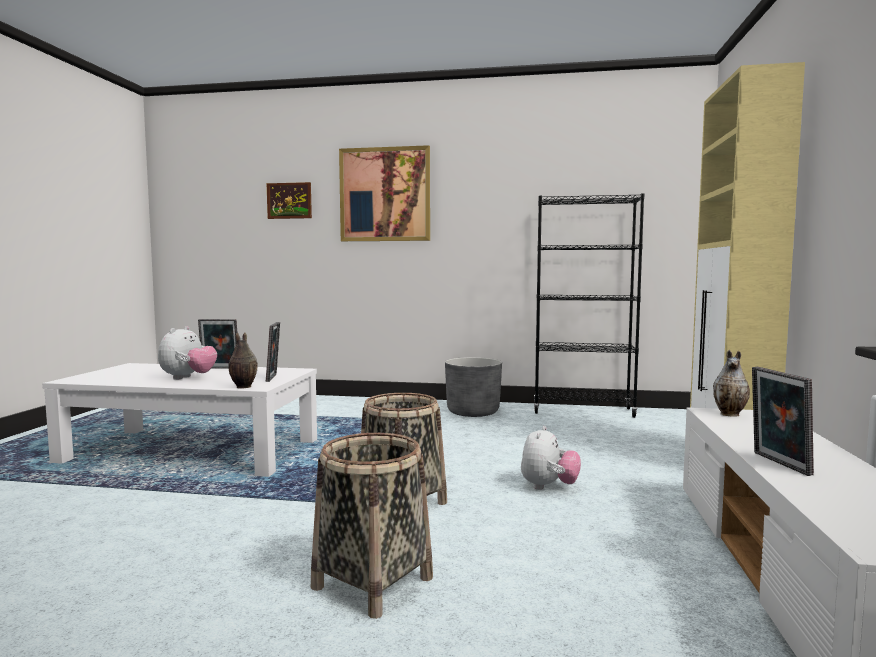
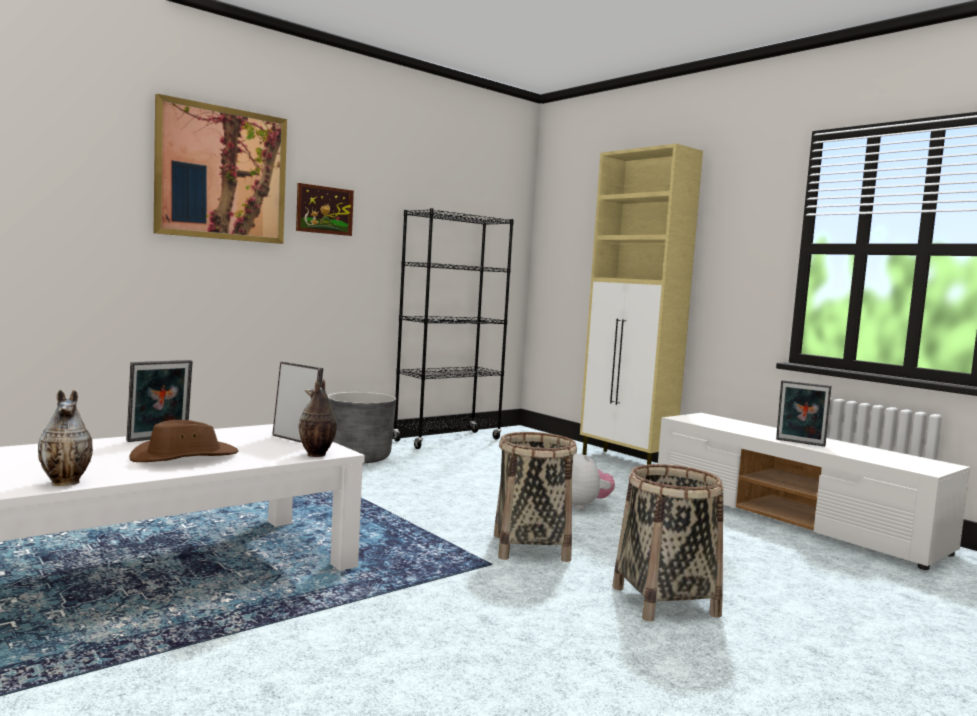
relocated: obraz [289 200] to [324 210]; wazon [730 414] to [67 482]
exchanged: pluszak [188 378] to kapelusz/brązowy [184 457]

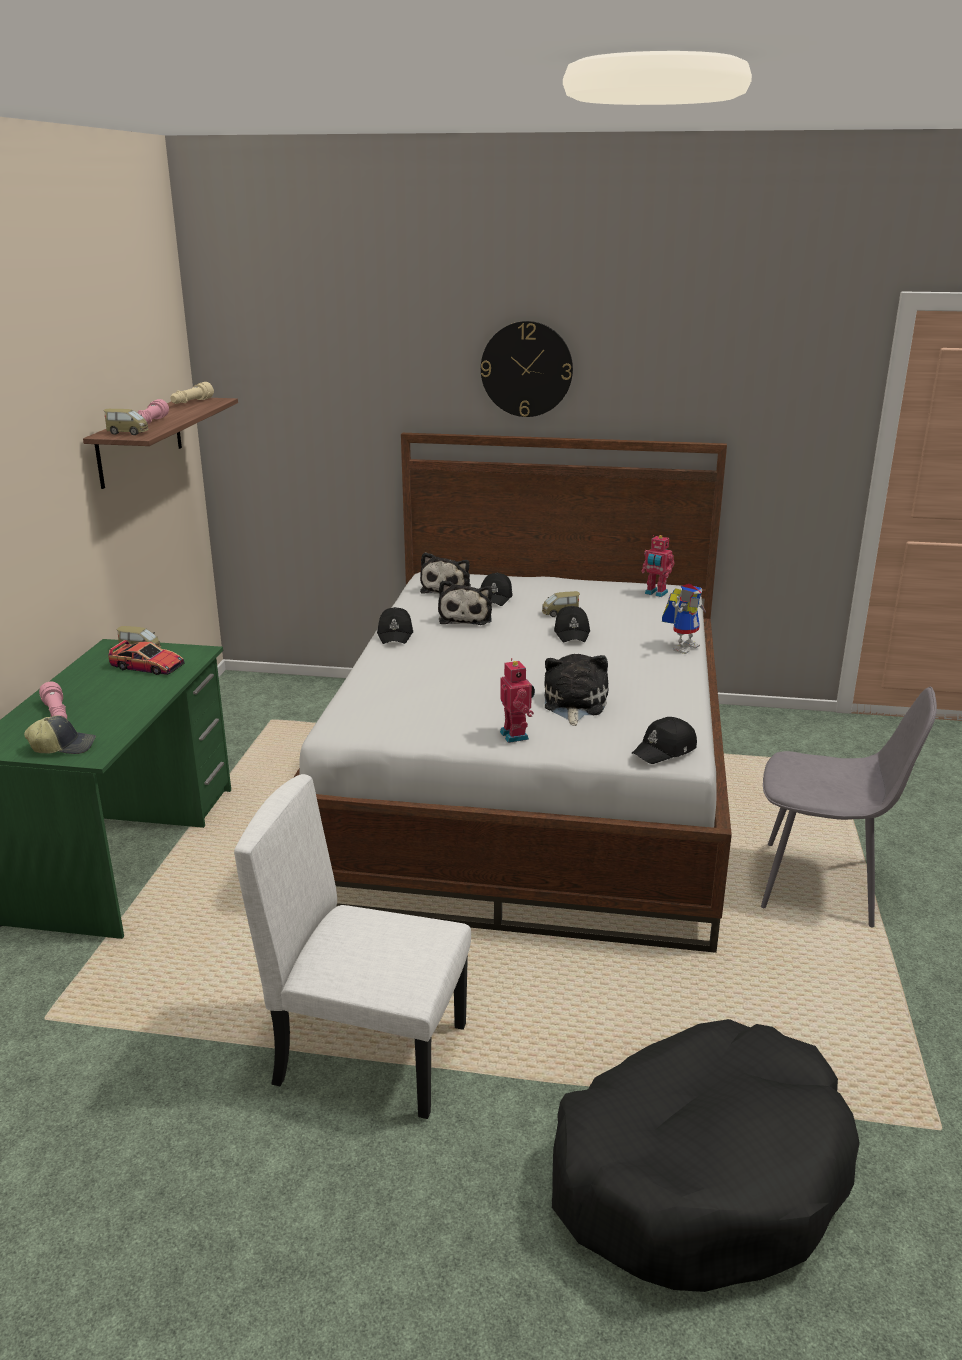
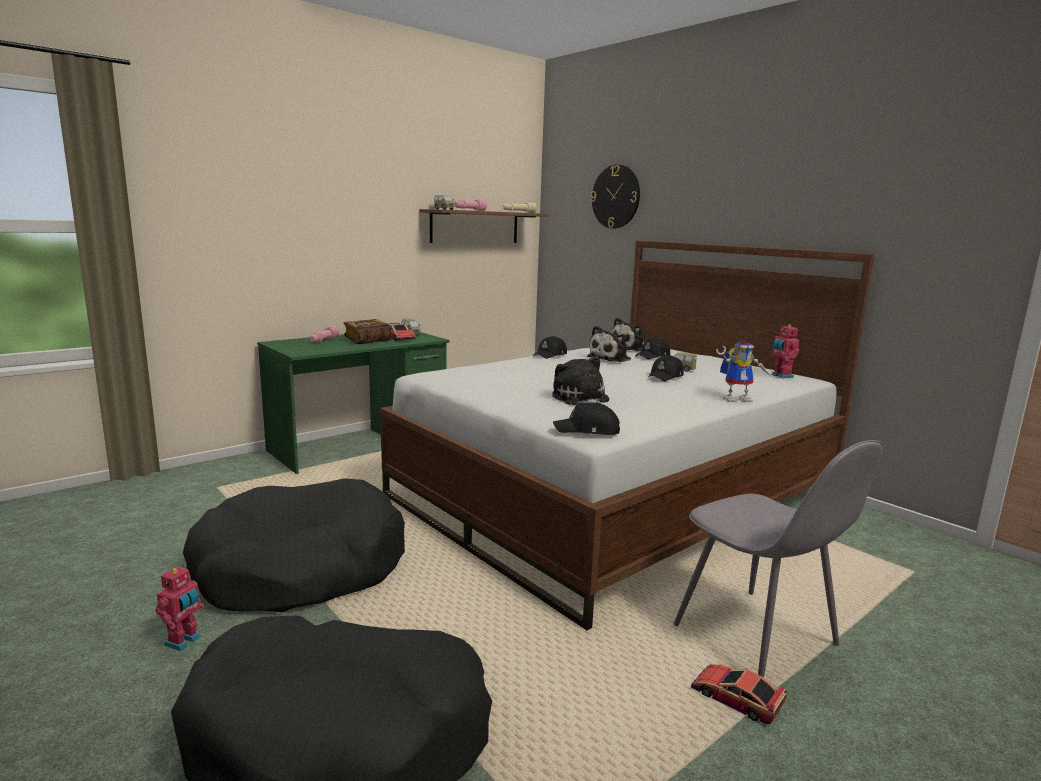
missing: czapka z daszkiem [63 746]
appeared: książka [367 341]; samochodzik [736 698]
relocated: zegar ścienny [526 369] to [616 197]; robot zabawkowy [516 735] to [184 641]
exchanged: krzesło/biały [372 1053] to legowisko/czarny [301 567]
spun: pluszak [574 704] = [581 399] 75 degrees counterclockwise

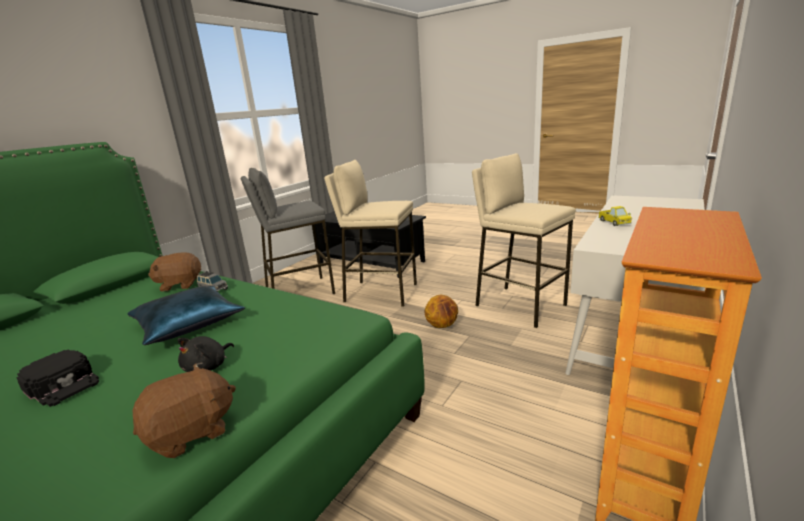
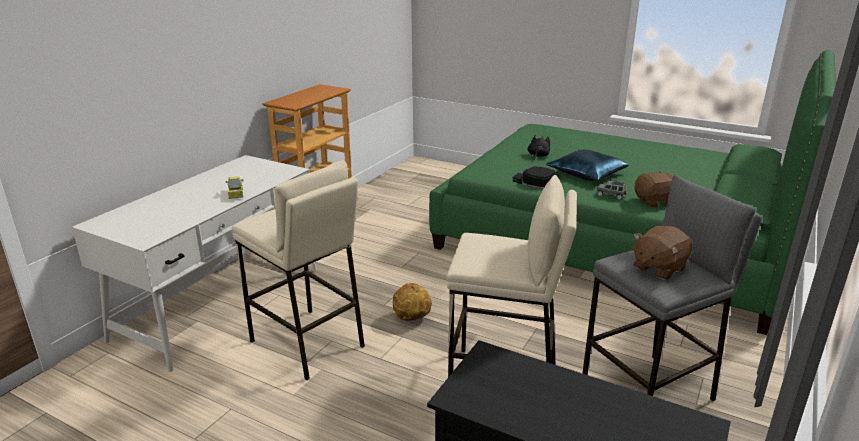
relocated: czapka z daszkiem/czarny [63 383] to [534 181]; pluszak/brązowy [192 432] to [658 268]

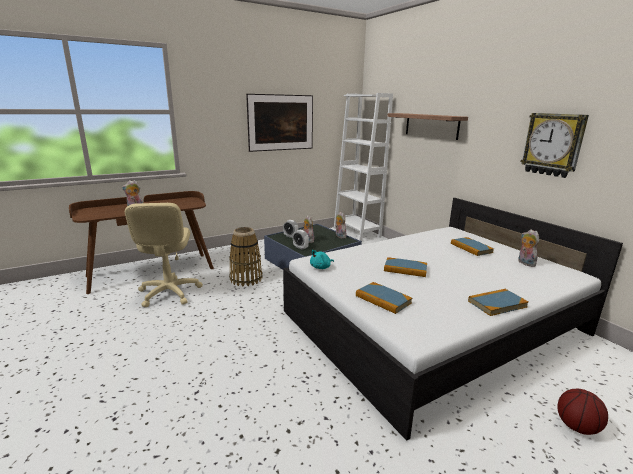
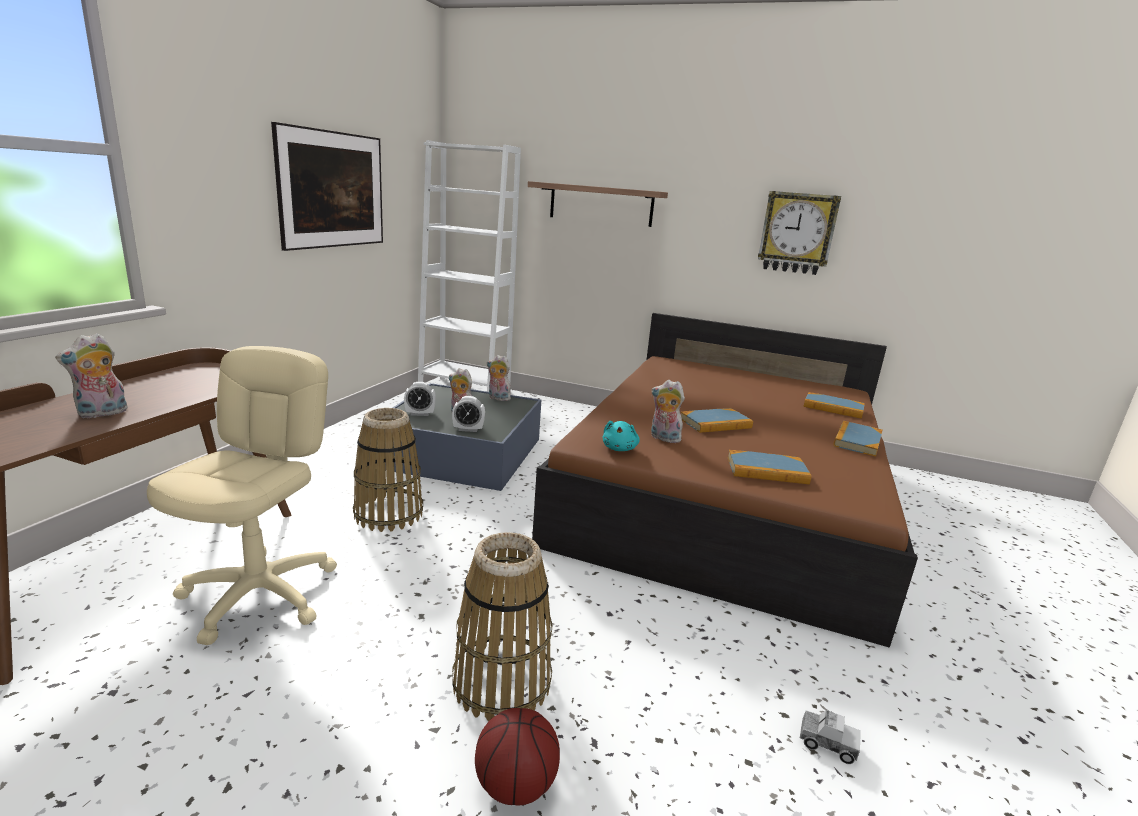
appeared: koszyk [501 682]; ciężarówka zabawkowa [827 743]
relocated: pluszak [525 263] to [663 438]; książka [471 248] to [833 408]; piłka do koszykówki [577 427] to [516 786]
colour: łóżko/biały [432 322] to łóżko/brązowy [724 494]
spun: krzesło biurowe/beżowy [169 293] = [260 594] 120 degrees counterclockwise

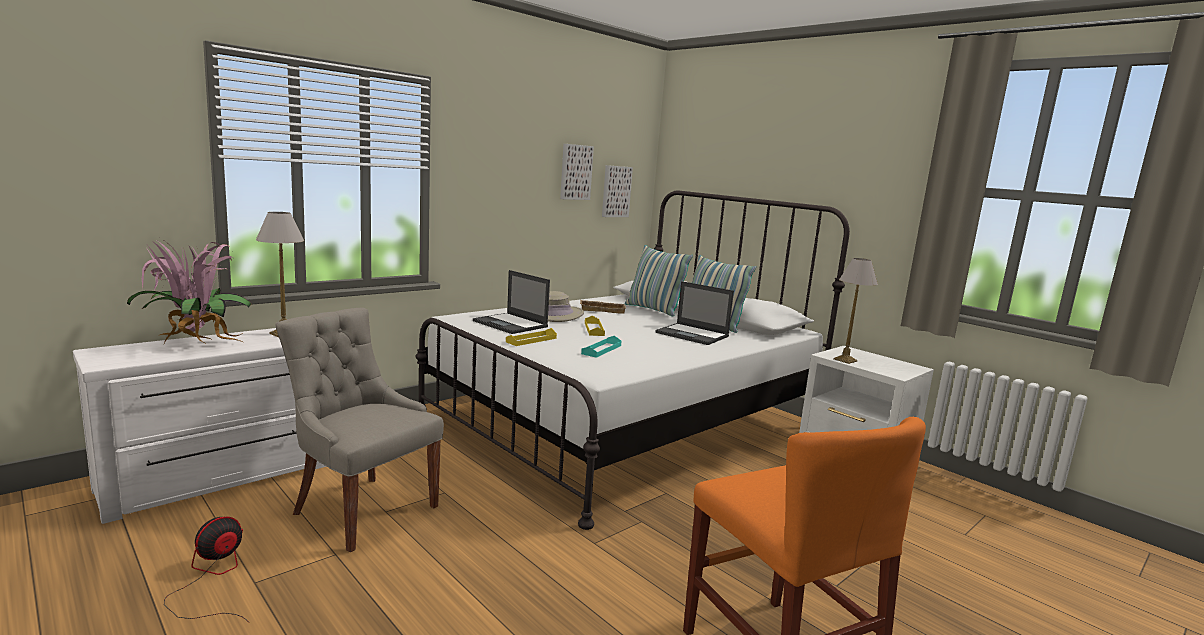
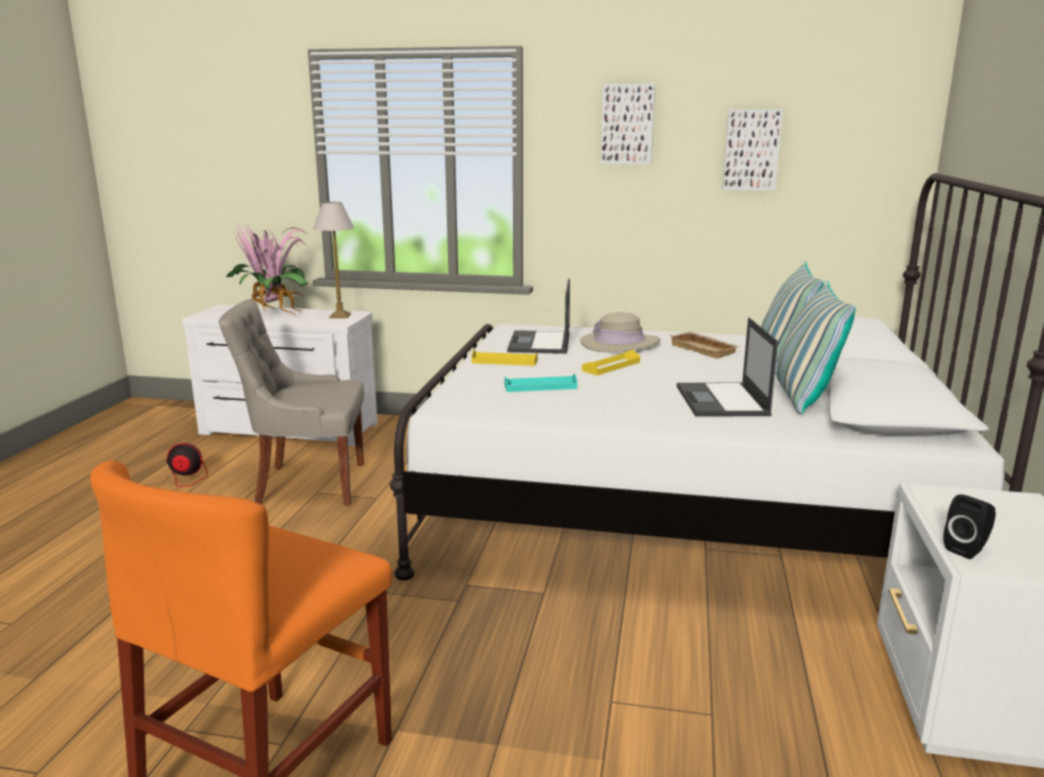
missing: lampa stołowa [845 360]
appeared: głośnik/czarny [967 549]
relocated: obraz [615 191] to [627 124]
spun: krzesło/szary [362 509] = [308 484] 90 degrees counterclockwise

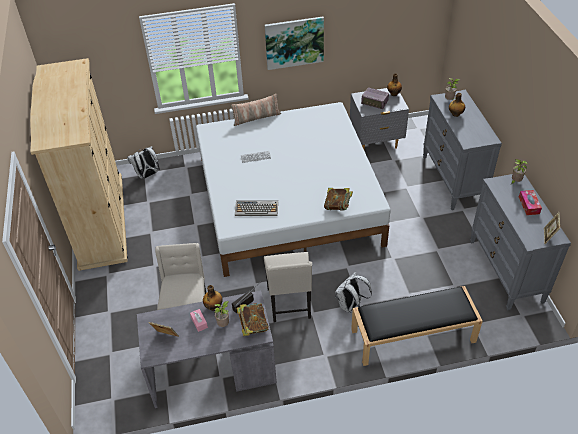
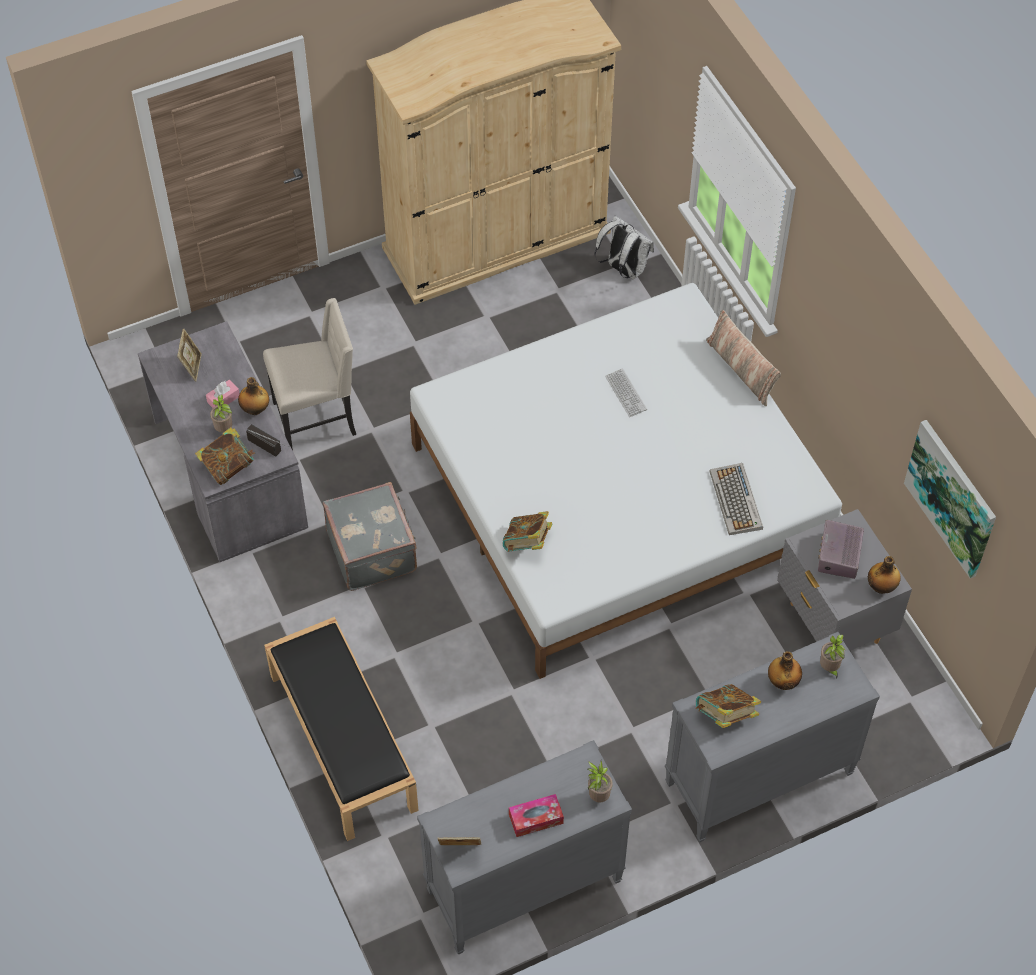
missing: plecak/biały [350 306]
appeared: książka [725 716]
relocated: obraz [294 42] to [952 498]; klawiatura [257 208] to [736 500]
exchanged: krzesło/beżowy [290 304] to walizka/szary [373 550]

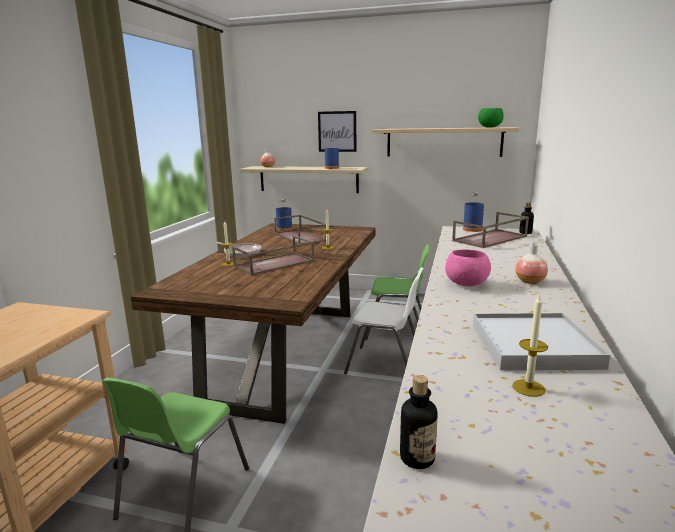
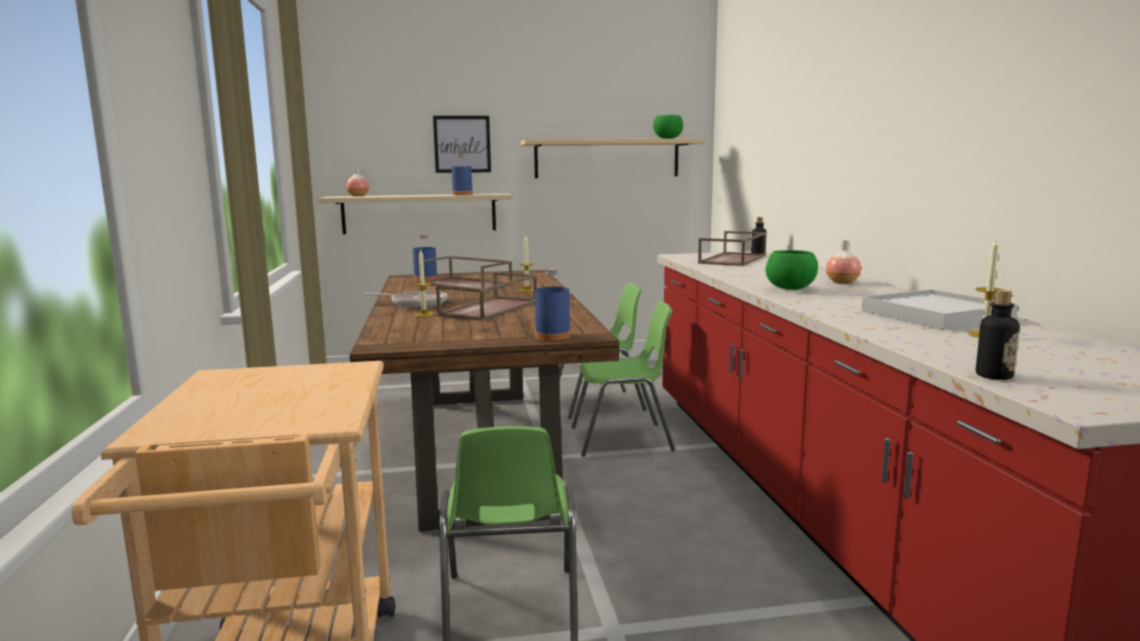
relocated: butelka/niebieski [472 229] to [552 336]
colour: miska/różowy [466 285] to miska/zielony [791 289]; krzesło/biały [386 365] to krzesło/zielony [623 439]

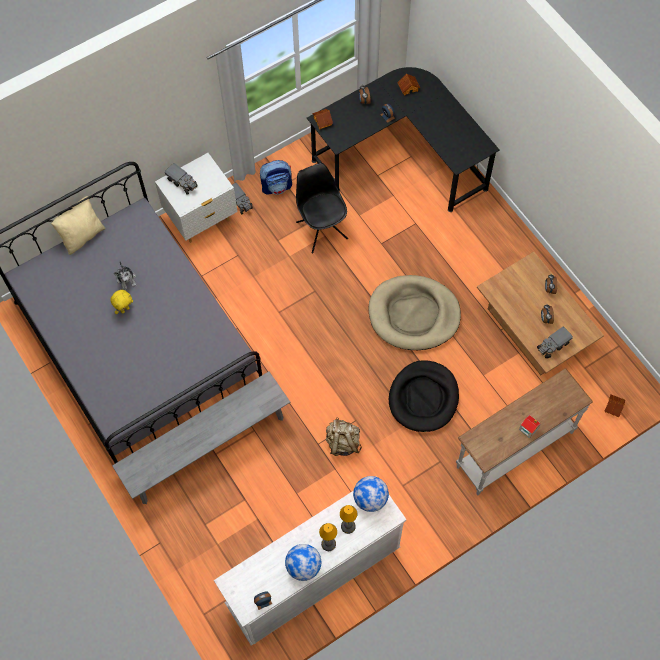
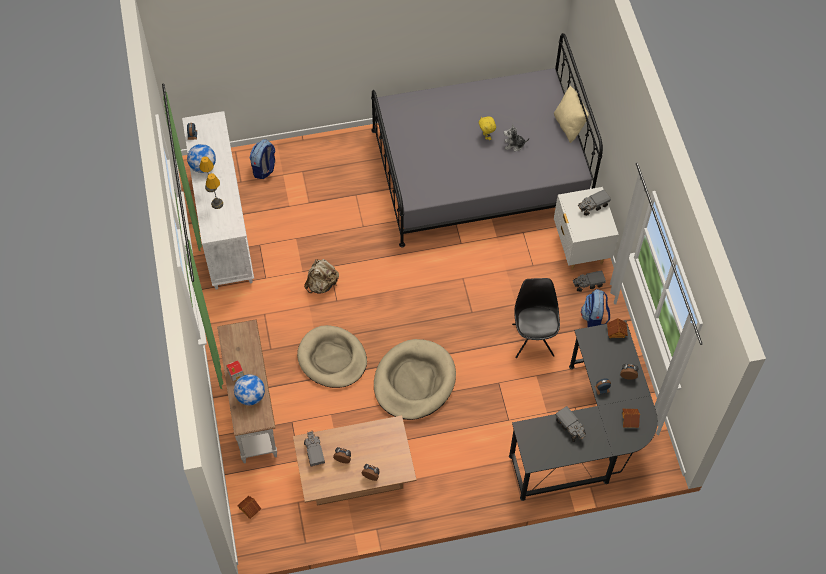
missing: ławka/szary [207 448]
appeared: plecak [264 169]; ciężarówka zabawkowa [570 427]
relocated: globus [370 499] to [250 396]
colour: legowisko/czarny [423 398] to legowisko/beżowy [332 358]
spun: krzesło/czarny [321 229] = [533 339] 90 degrees counterclockwise

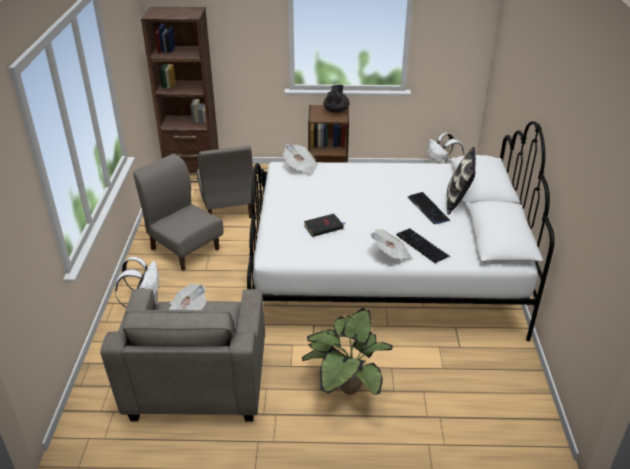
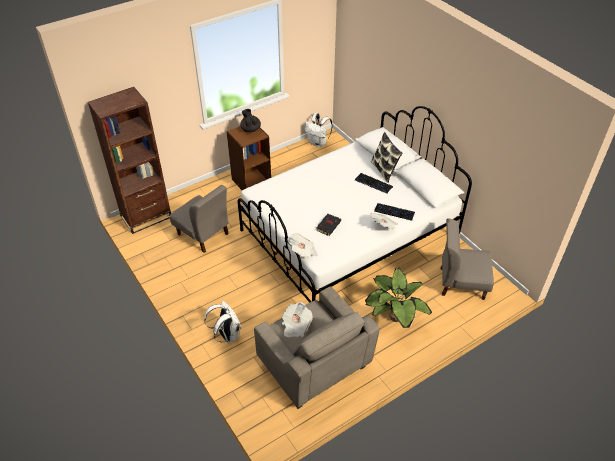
relocated: gazeta [301 168] to [303 251]; krzesło/szary [185 248] to [461 283]

